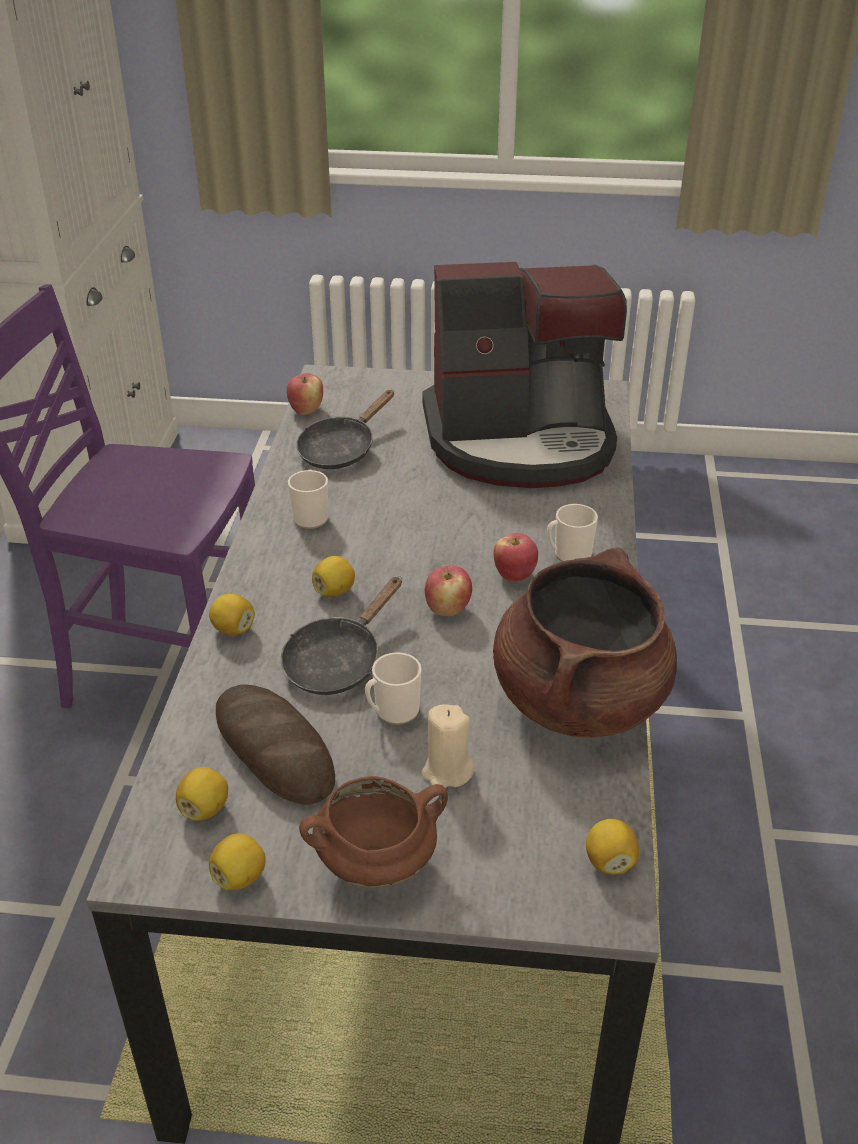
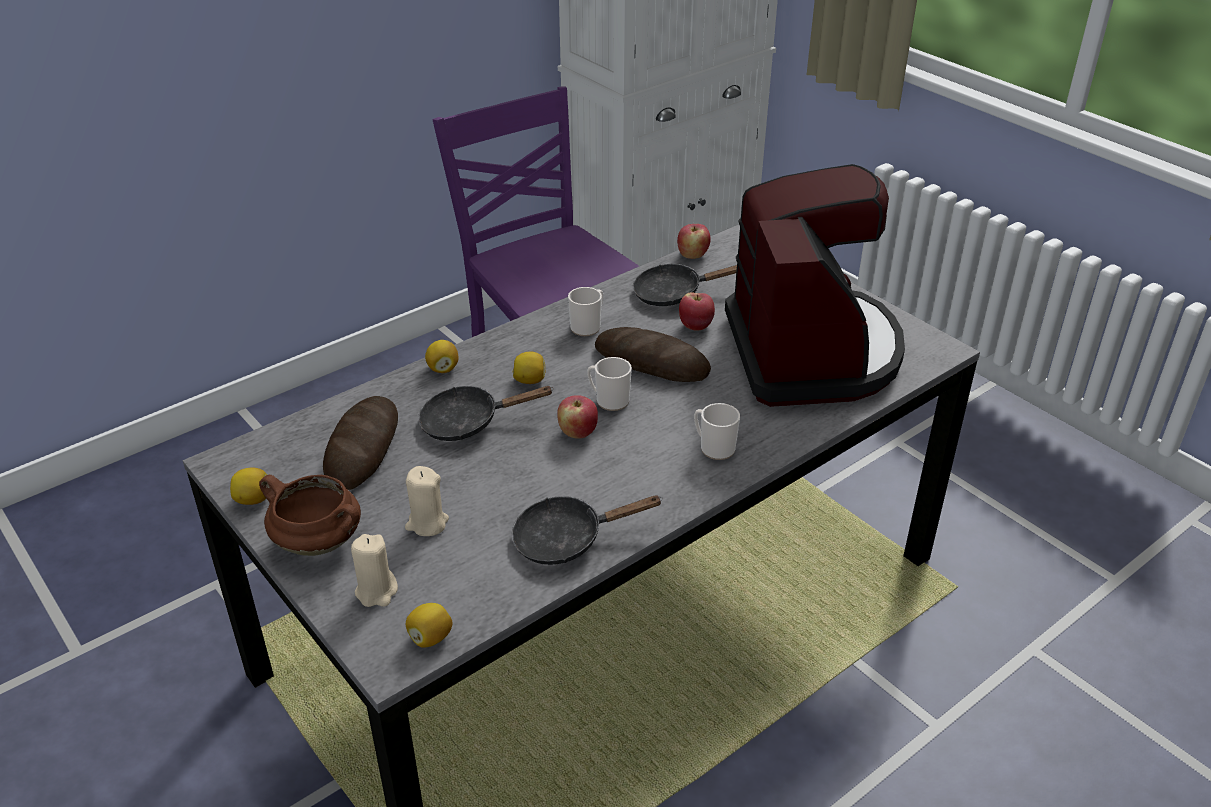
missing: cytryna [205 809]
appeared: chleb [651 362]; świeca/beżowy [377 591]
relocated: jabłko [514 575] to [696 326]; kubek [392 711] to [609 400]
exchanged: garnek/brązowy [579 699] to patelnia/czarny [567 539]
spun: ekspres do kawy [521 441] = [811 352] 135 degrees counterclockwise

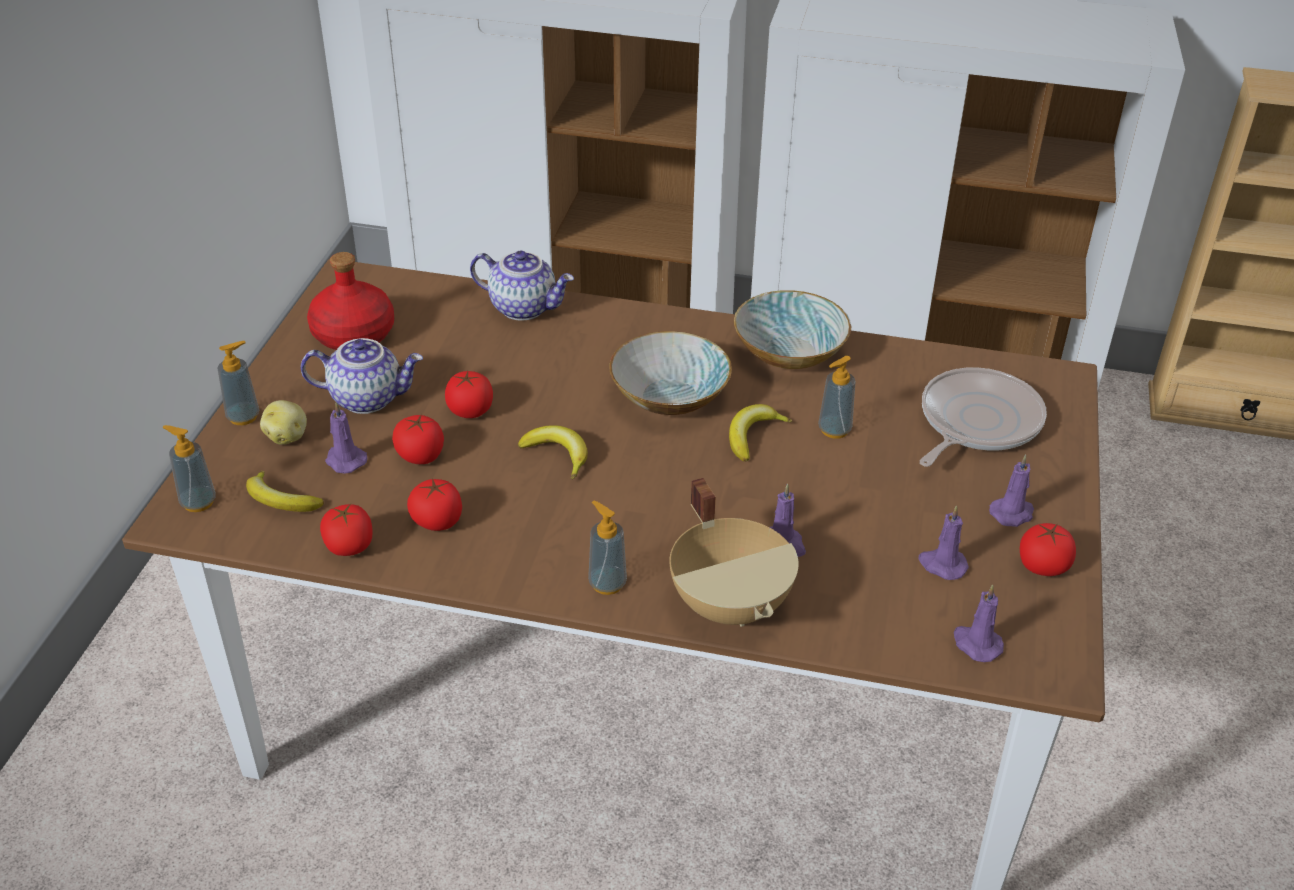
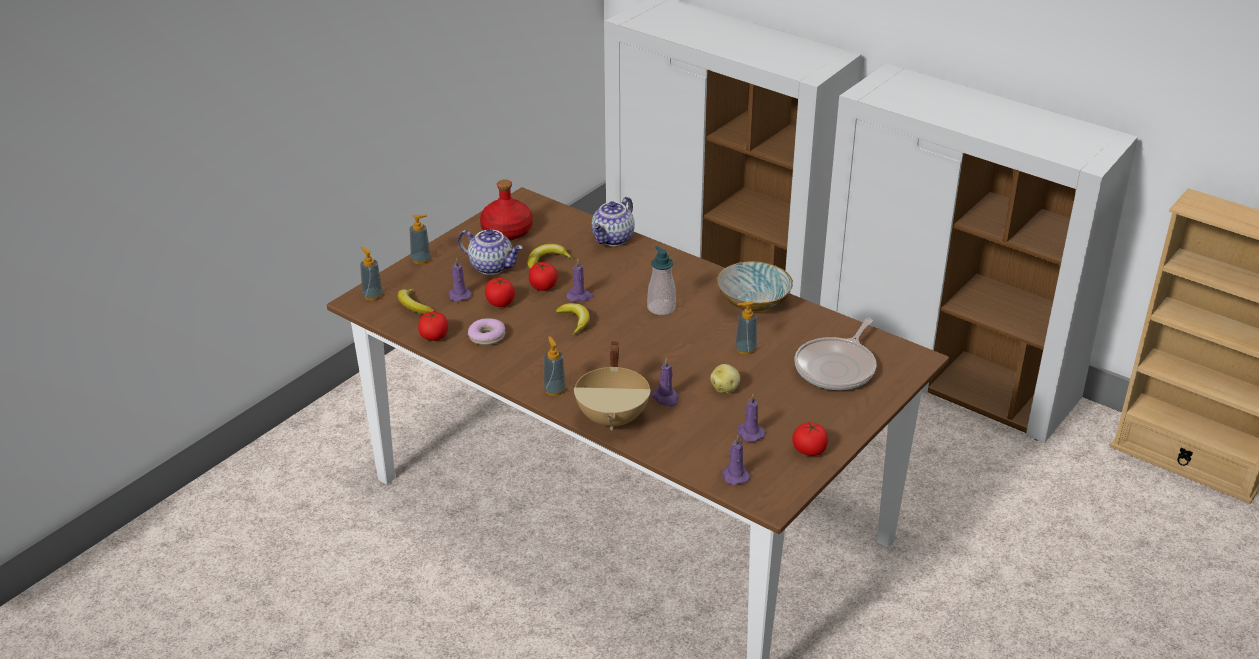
relocated: ziemniak [287 436] to [725 388]; banan [753 436] to [547 260]; świeca/fioletowy [1012 513] to [580 296]
exchanged: miska [670 398] to dozownik mydła [661 308]; pomidor [437 521] to donut [487 337]
spun: imbryk [524 307] = [613 239] 75 degrees clockwise; patelnia [976 422] = [837 368] 150 degrees clockwise

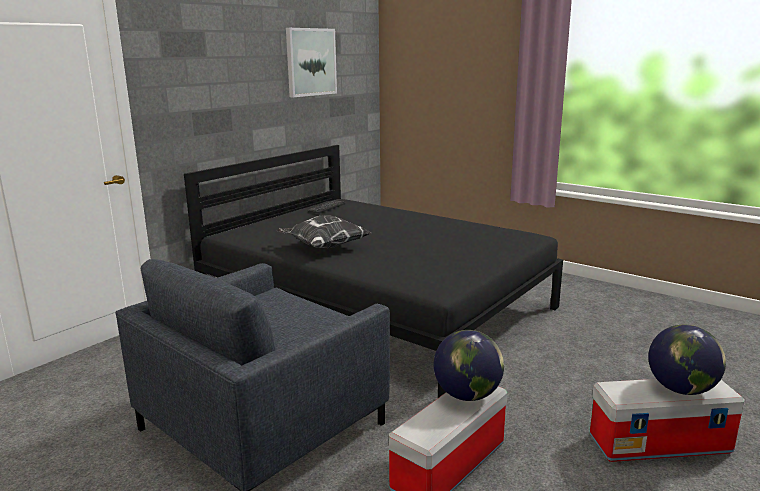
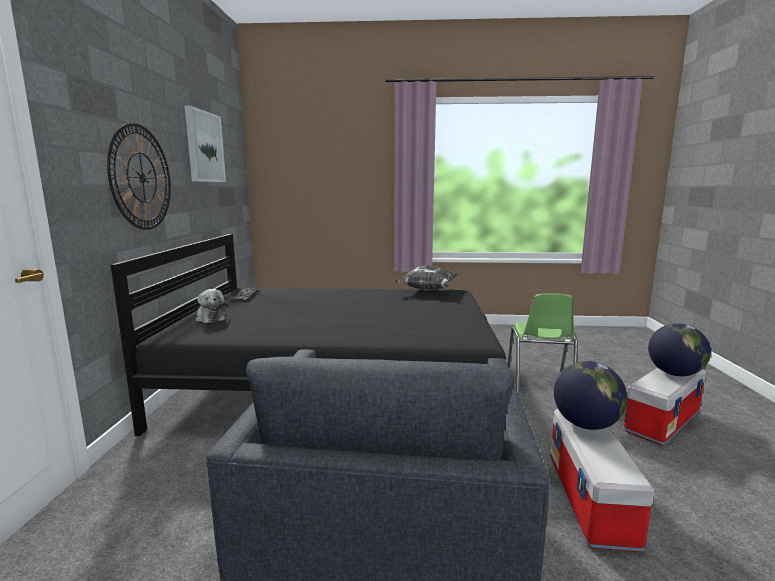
appeared: zegar ścienny [142 177]; pluszak [210 318]; krzesło/zielony [539 382]
relocated: poduszka [324 247] to [426 291]

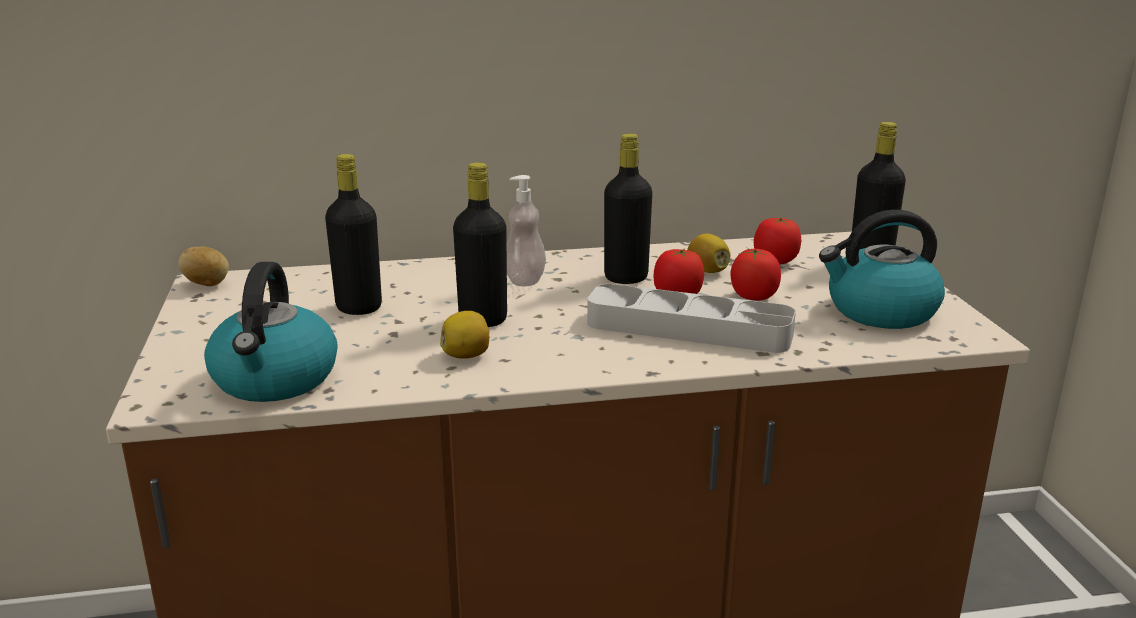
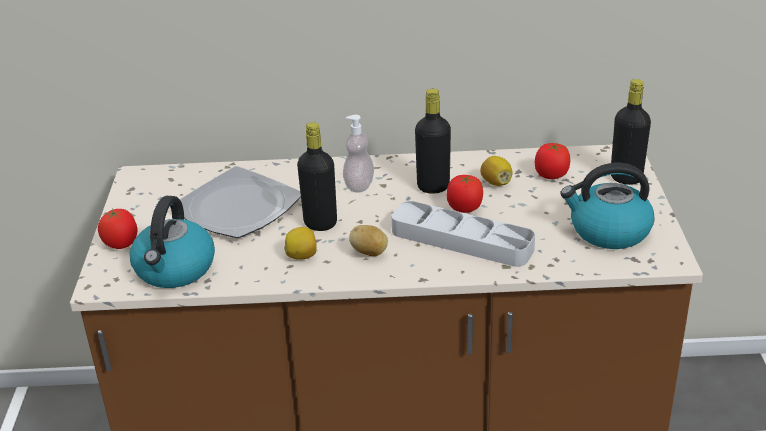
relocated: ziemniak [207 284] to [369 253]; pomidor [753 297] to [121 244]
exchanged: butelka/czarny [359 307] to talerz [238 207]

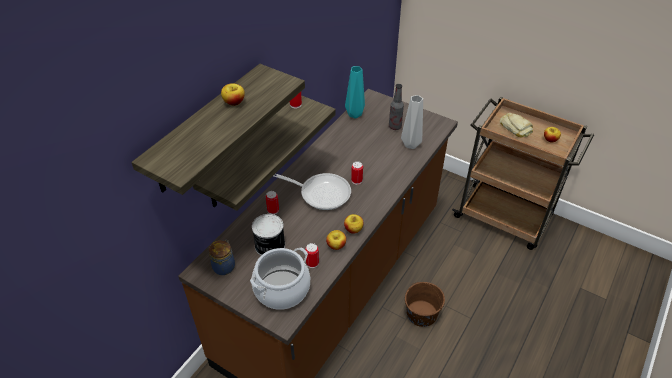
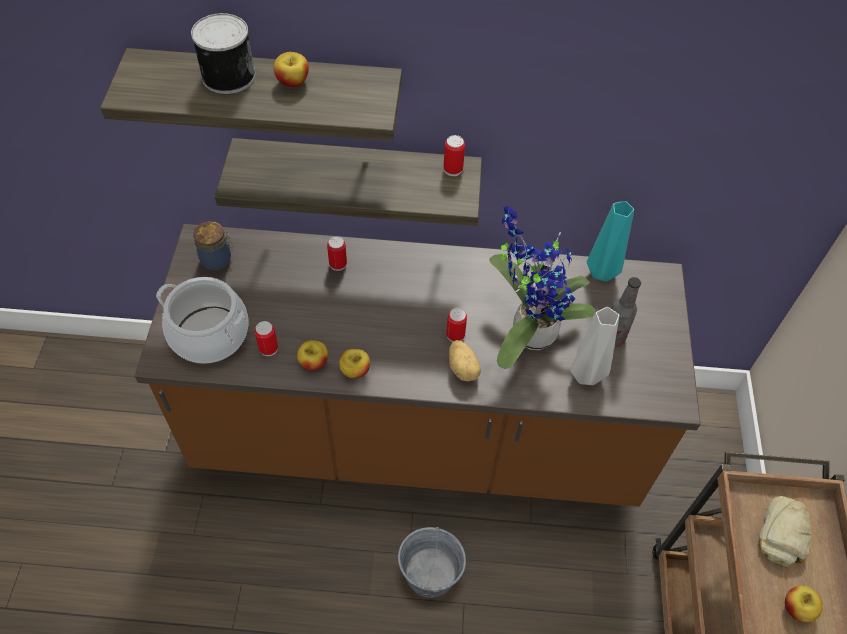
missing: patelnia [321 193]
appeared: roślina doniczkowa [528 331]; ziemniak [463 368]
relocated: puszka [269 246] to [227 75]
colour: wiadro/brązowy [421 313] to wiadro/szary [430 572]

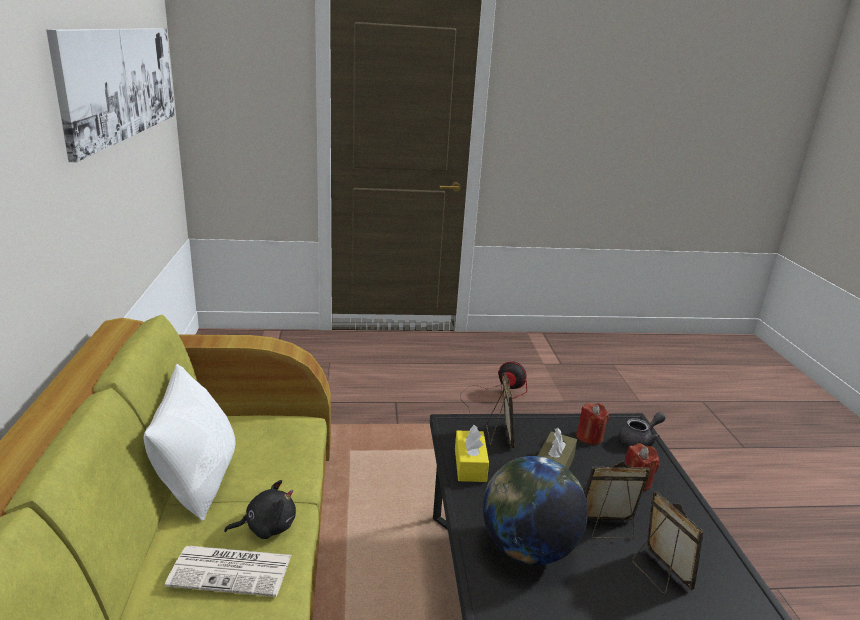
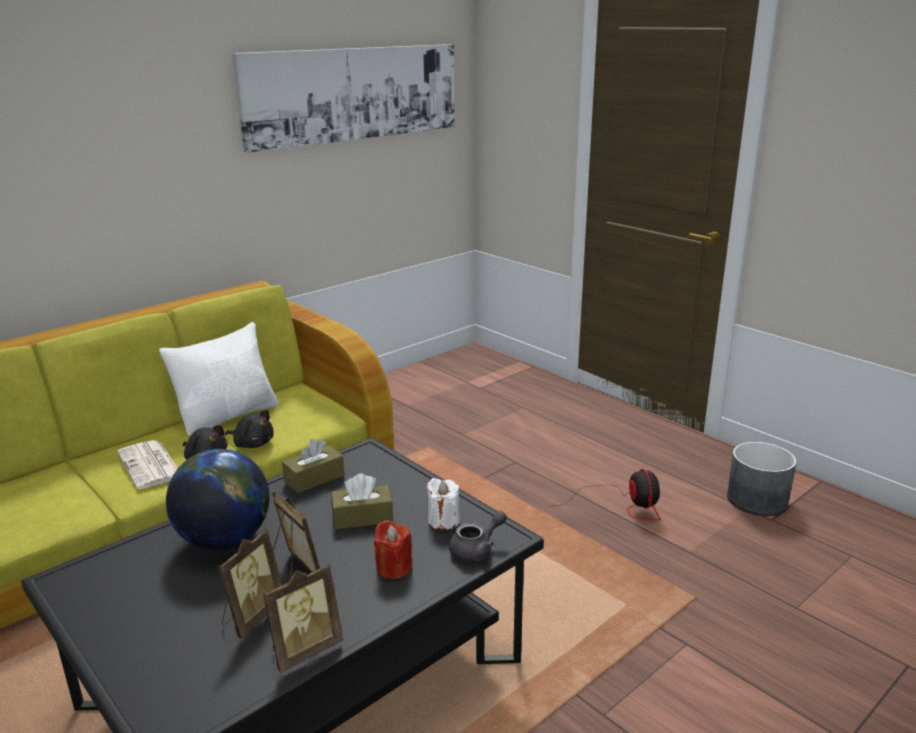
appeared: pluszak/czarny [252 443]; donica/szary [757 500]
relocated: ramka na zdjęcie [499 436] to [304 650]
colour: świeca/czerwony [589 437] to świeca/biały [443 520]; pudełko chusteczek/żółty [470 465] to pudełko chusteczek/brązowy [314 478]
spun: imbryk/szary [639 440] = [477 549] 60 degrees counterclockwise

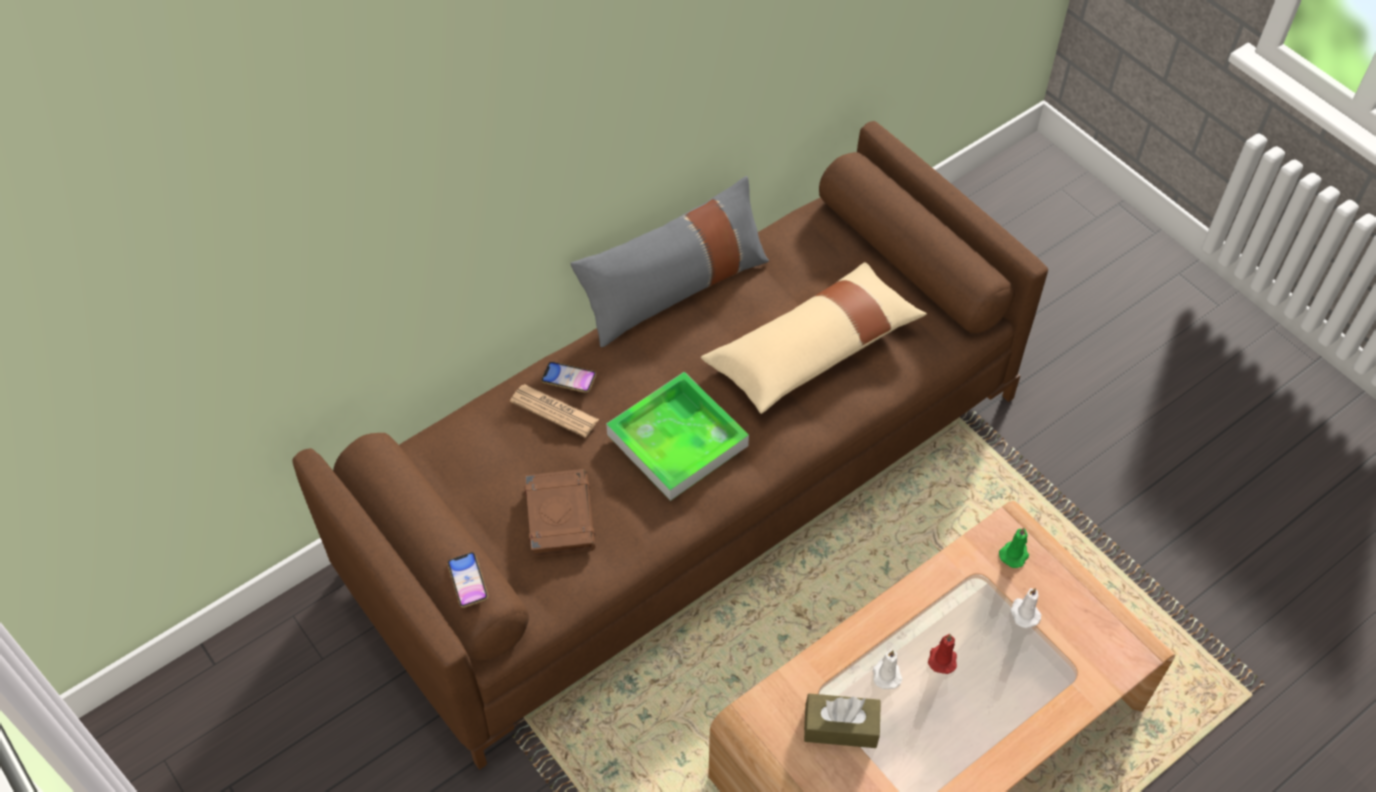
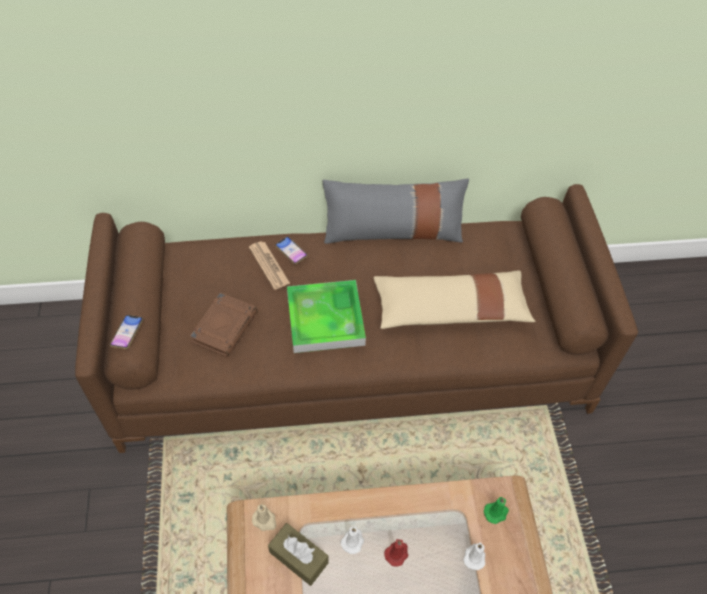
appeared: świeca/beżowy [265 520]

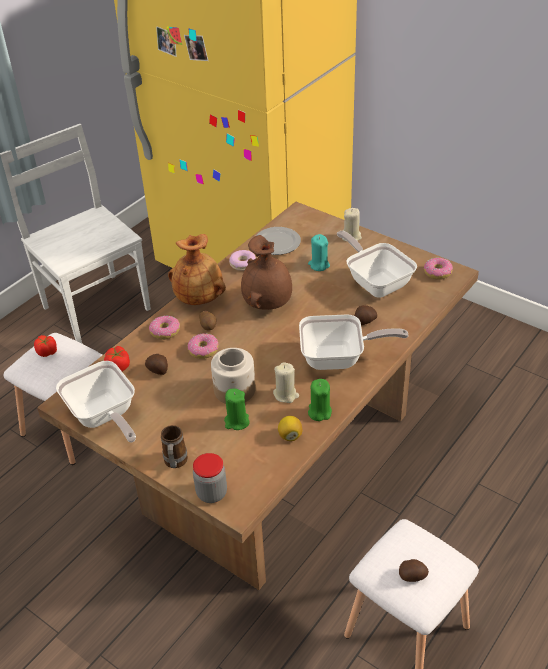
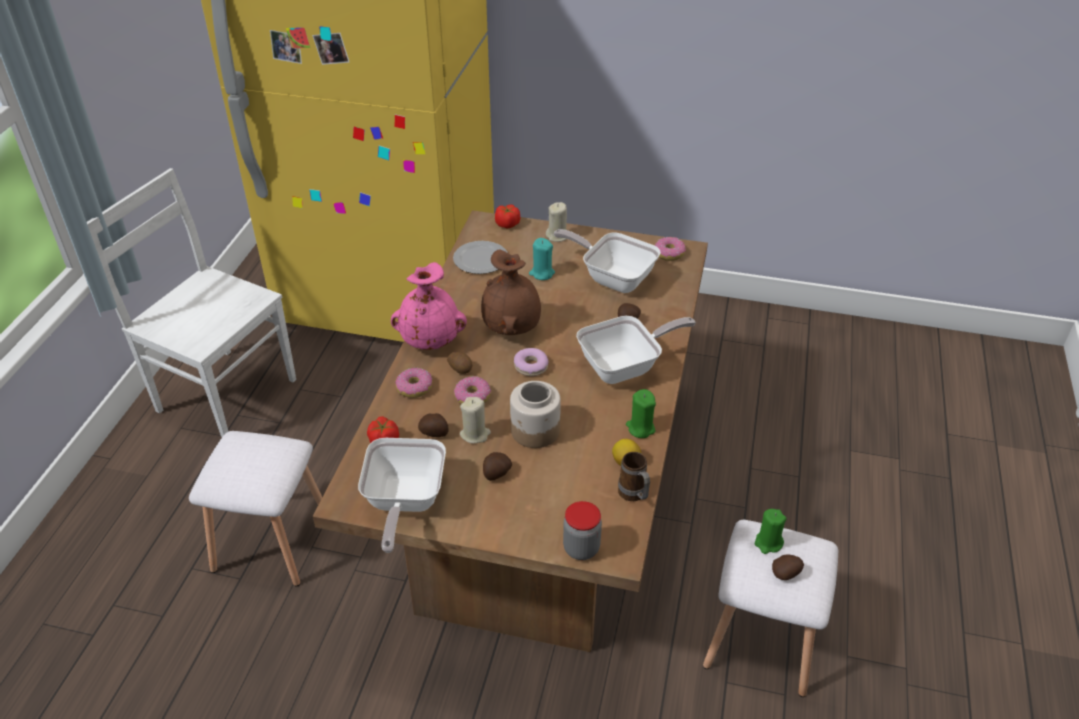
appeared: ziemniak [496 473]
relocated: donut [243 264] to [531 366]; pomidor [47 352] to [507 224]; świeca/beżowy [286 395] to [475 434]; świeca/zielony [236 422] to [768 543]; kubek [175 463] to [634 496]
colour: wazon/brązowy [199 298] to wazon/różowy [430 340]
spun: patelnia [104 417] = [403 503] 60 degrees clockwise

